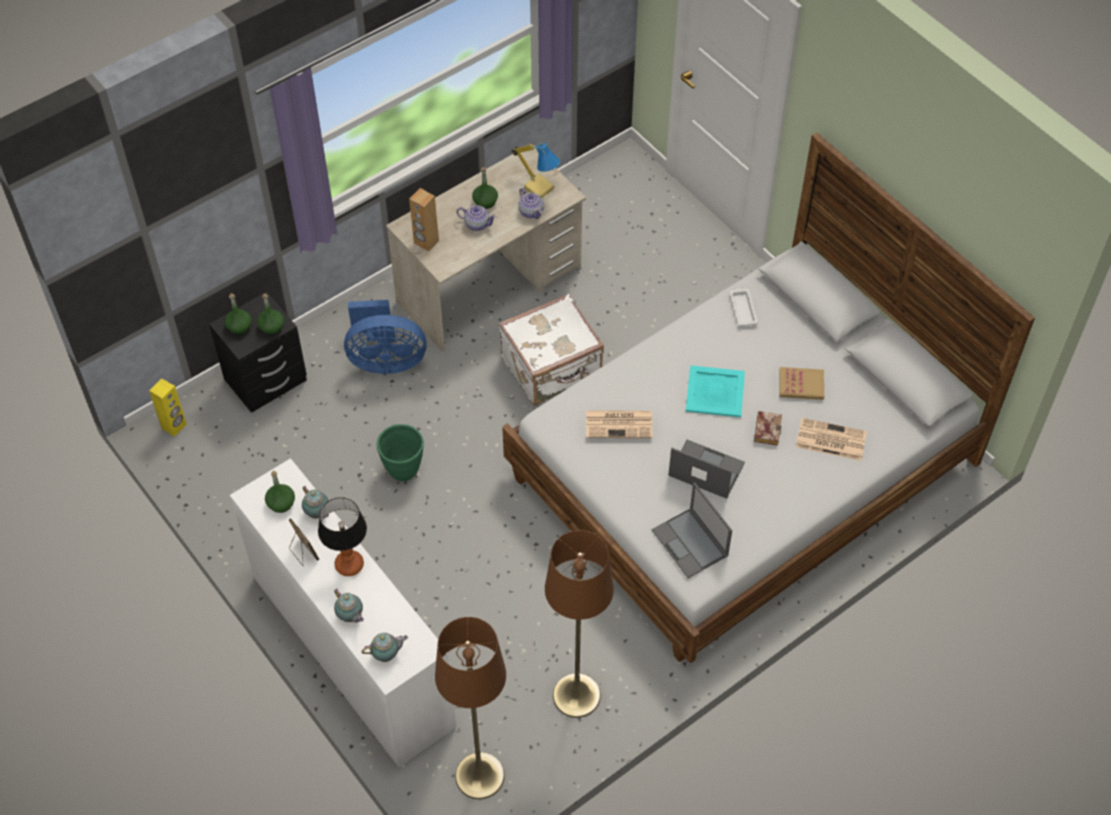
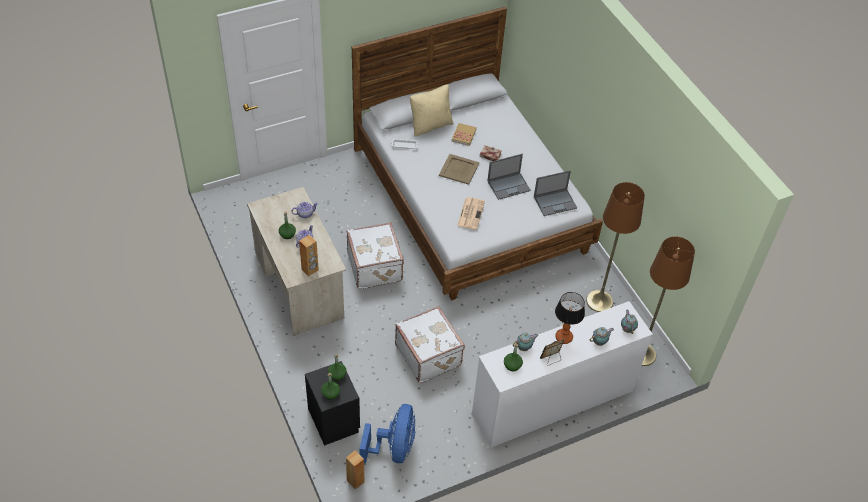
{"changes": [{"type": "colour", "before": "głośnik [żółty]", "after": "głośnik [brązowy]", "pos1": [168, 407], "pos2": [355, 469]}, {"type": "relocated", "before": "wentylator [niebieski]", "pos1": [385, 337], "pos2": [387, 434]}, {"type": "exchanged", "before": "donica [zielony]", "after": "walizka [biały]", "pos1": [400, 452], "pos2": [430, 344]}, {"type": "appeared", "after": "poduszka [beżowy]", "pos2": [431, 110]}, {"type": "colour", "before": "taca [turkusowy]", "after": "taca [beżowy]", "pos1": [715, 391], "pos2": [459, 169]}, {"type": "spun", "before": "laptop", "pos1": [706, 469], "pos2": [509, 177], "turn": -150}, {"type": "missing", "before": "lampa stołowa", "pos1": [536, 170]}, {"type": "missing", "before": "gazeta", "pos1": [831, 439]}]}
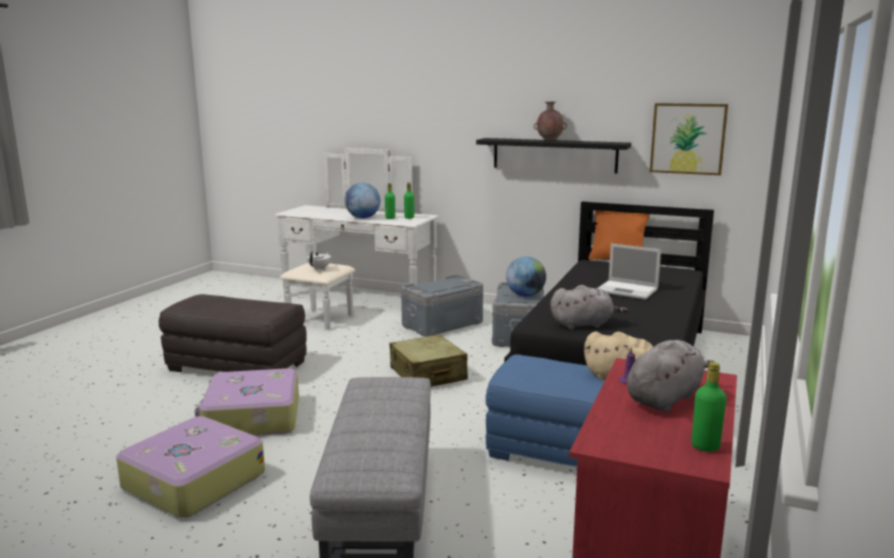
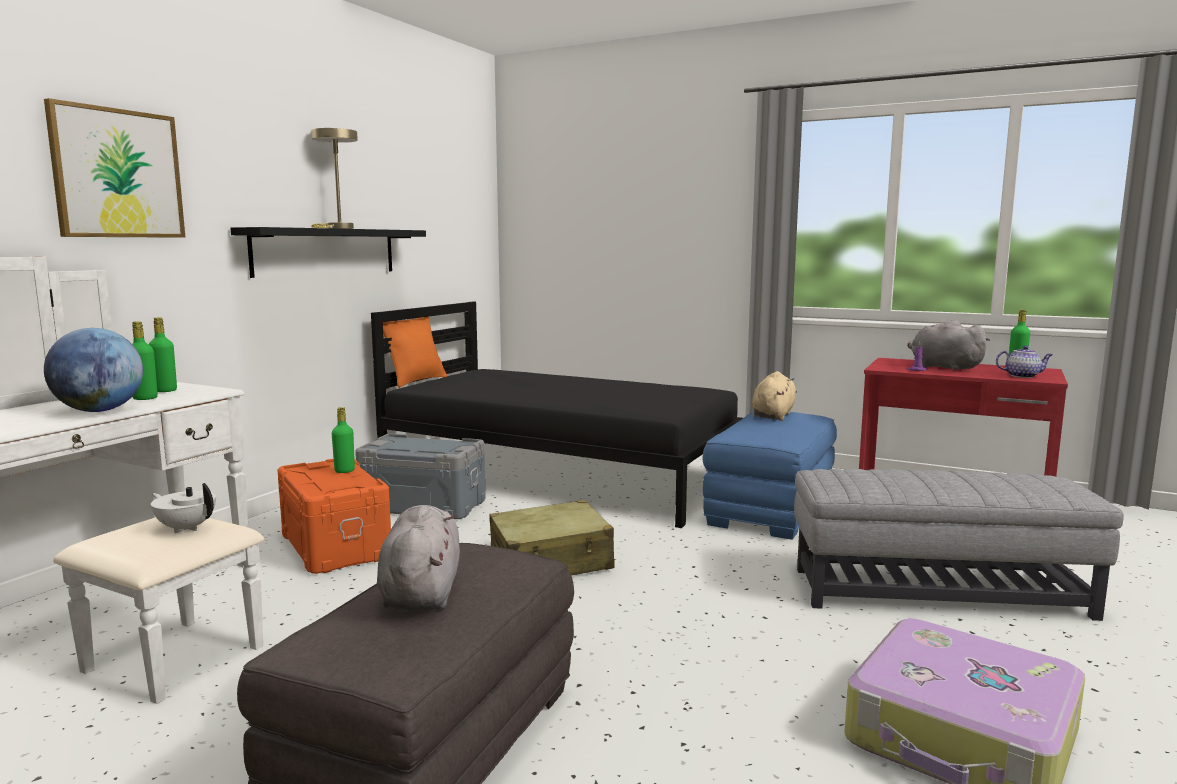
{"changes": [{"type": "relocated", "before": "obraz", "pos1": [689, 139], "pos2": [115, 168]}, {"type": "colour", "before": "pojemnik do przechowywania [szary]", "after": "pojemnik do przechowywania [pomarańczowy]", "pos1": [442, 306], "pos2": [334, 516]}, {"type": "exchanged", "before": "wazon [brązowy]", "after": "lampa stołowa [beżowy]", "pos1": [550, 121], "pos2": [334, 178]}, {"type": "appeared", "after": "butelka [zielony]", "pos2": [343, 440]}, {"type": "relocated", "before": "pluszak [szary]", "pos1": [589, 307], "pos2": [418, 558]}, {"type": "appeared", "after": "imbryk", "pos2": [1024, 362]}, {"type": "missing", "before": "walizka", "pos1": [247, 402]}, {"type": "missing", "before": "globus", "pos1": [526, 276]}, {"type": "missing", "before": "laptop", "pos1": [629, 271]}]}
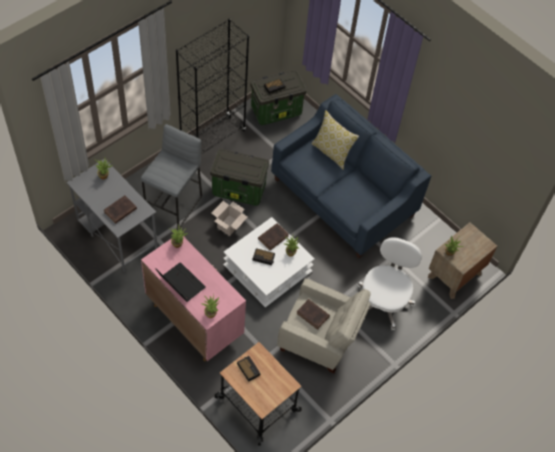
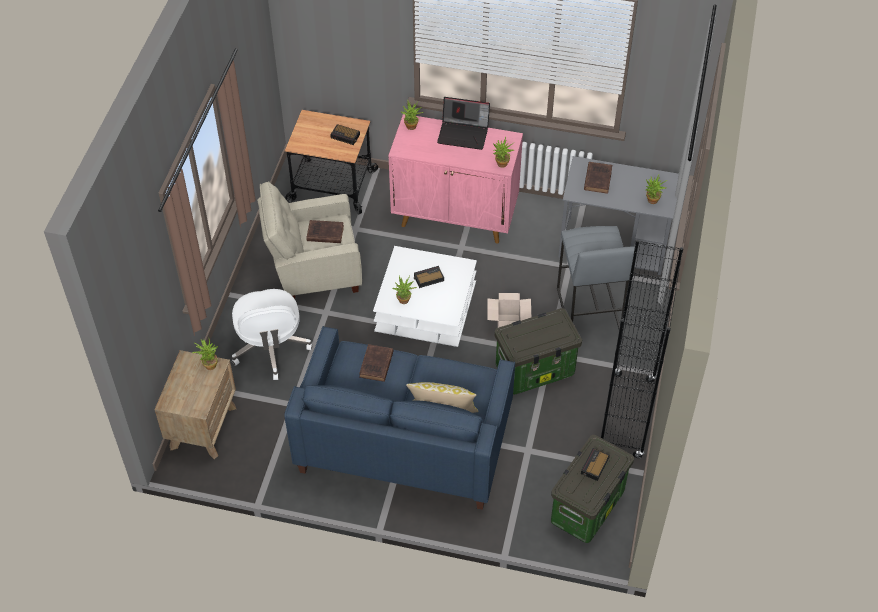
{"changes": [{"type": "relocated", "before": "książka [brązowy]", "pos1": [273, 236], "pos2": [376, 363]}]}
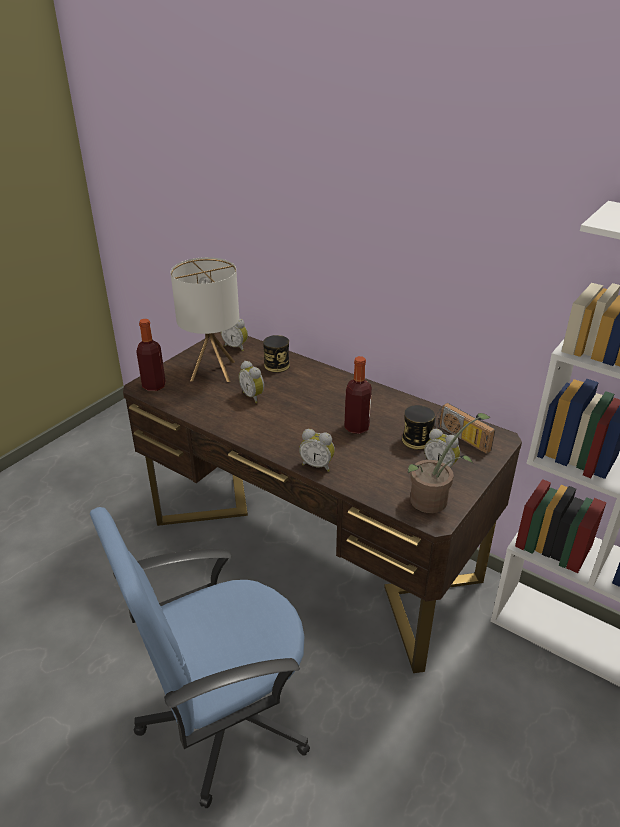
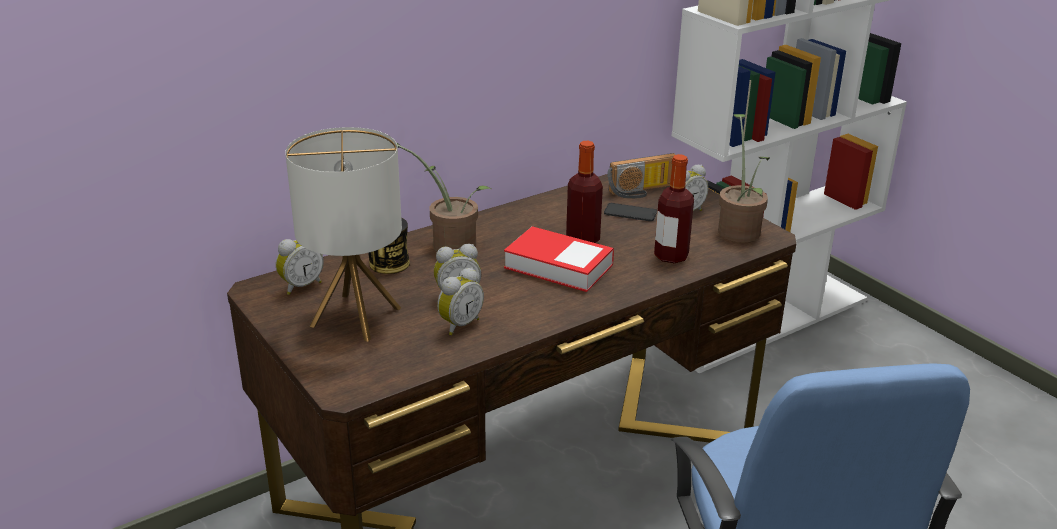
{"changes": [{"type": "appeared", "after": "roślina doniczkowa", "pos2": [444, 197]}, {"type": "relocated", "before": "budzik", "pos1": [317, 450], "pos2": [460, 301]}, {"type": "appeared", "after": "książka", "pos2": [559, 259]}, {"type": "exchanged", "before": "puszka", "after": "telefon", "pos1": [418, 427], "pos2": [630, 212]}, {"type": "relocated", "before": "butelka", "pos1": [151, 355], "pos2": [674, 208]}]}
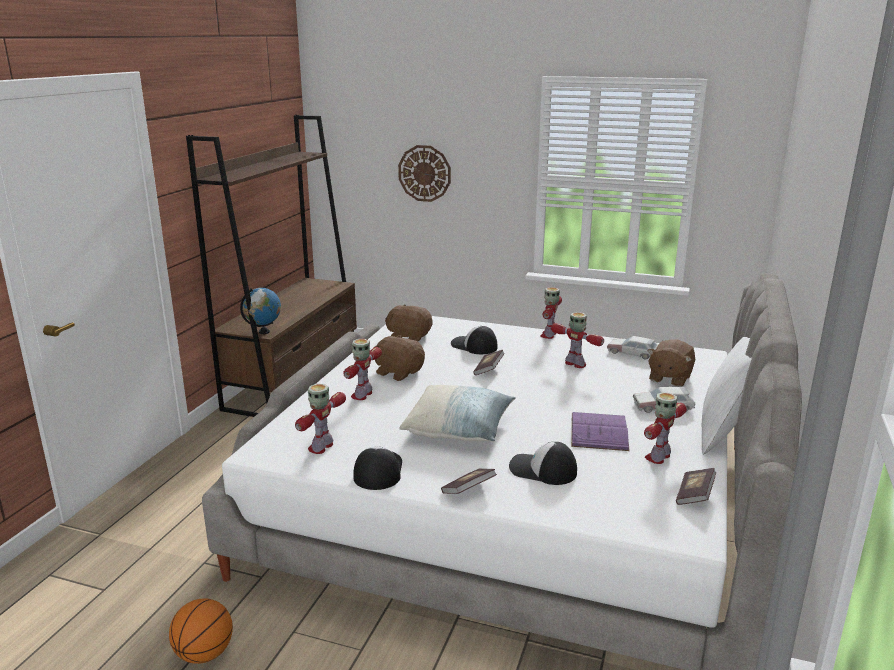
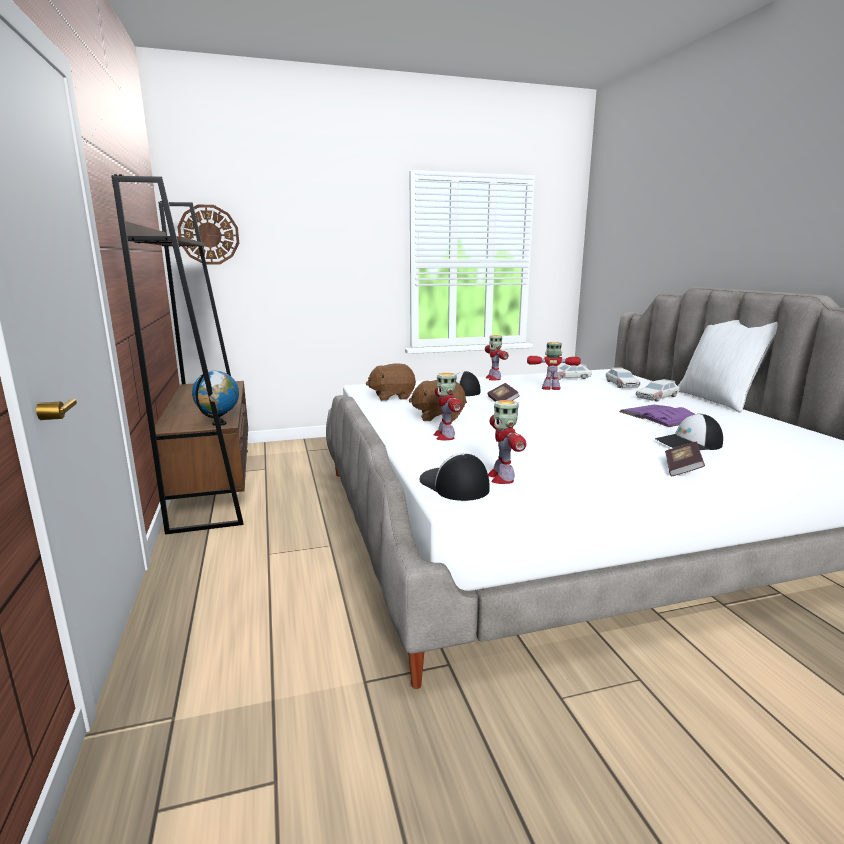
{"changes": [{"type": "relocated", "before": "zegar ścienny", "pos1": [424, 173], "pos2": [208, 234]}, {"type": "relocated", "before": "czapka z daszkiem", "pos1": [377, 468], "pos2": [454, 477]}, {"type": "exchanged", "before": "pluszak [brązowy]", "after": "samochodzik", "pos1": [671, 363], "pos2": [623, 377]}, {"type": "missing", "before": "piłka do koszykówki", "pos1": [201, 631]}, {"type": "missing", "before": "poduszka", "pos1": [458, 413]}, {"type": "missing", "before": "robot zabawkowy", "pos1": [665, 428]}, {"type": "missing", "before": "książka", "pos1": [696, 486]}]}
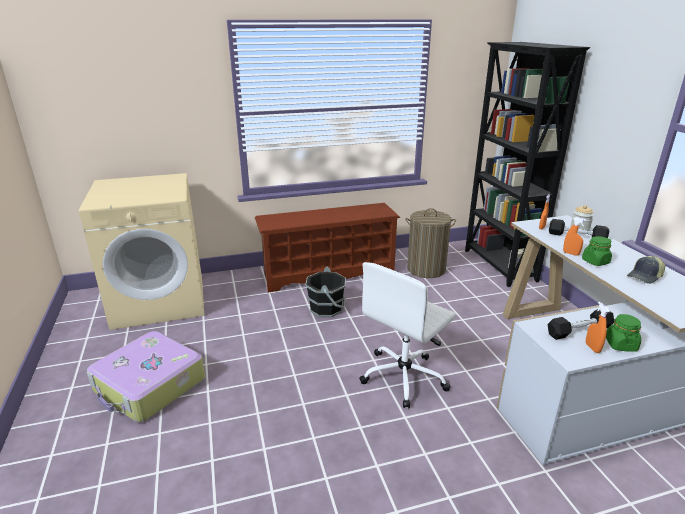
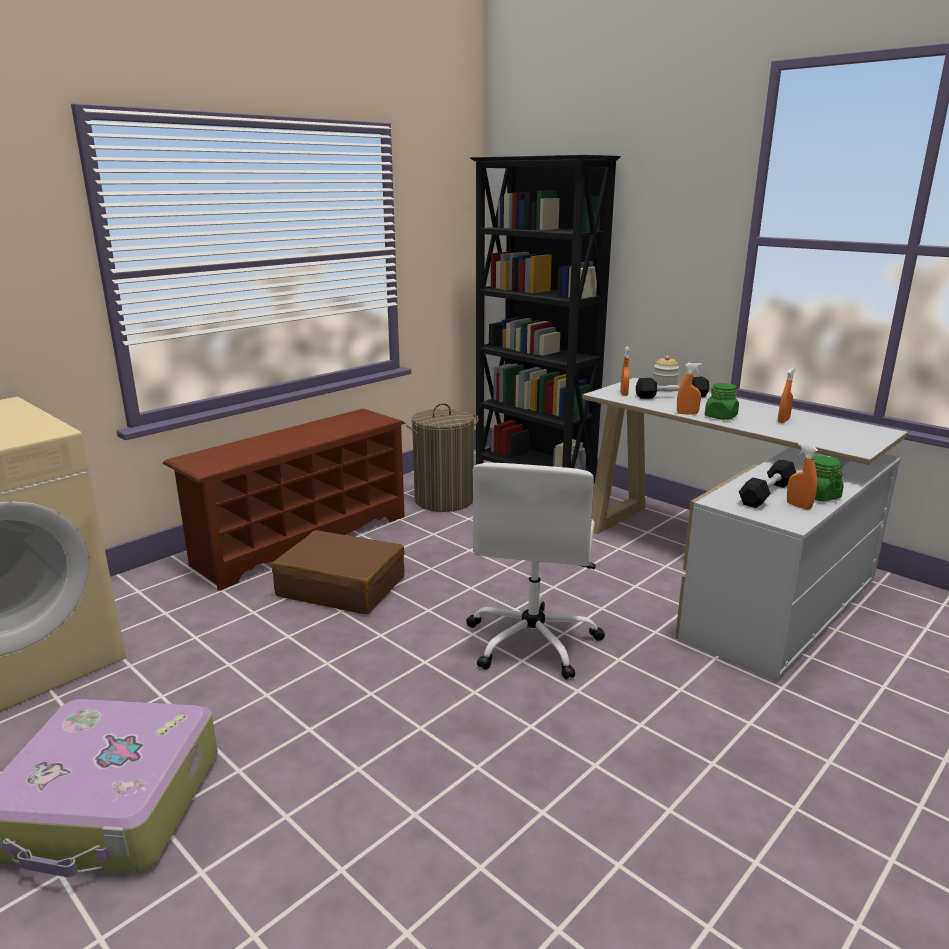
{"changes": [{"type": "exchanged", "before": "wiadro [czarny]", "after": "walizka [brązowy]", "pos1": [325, 292], "pos2": [338, 572]}, {"type": "exchanged", "before": "czapka z daszkiem", "after": "spryskiwacz [pomarańczowy]", "pos1": [646, 270], "pos2": [787, 395]}]}
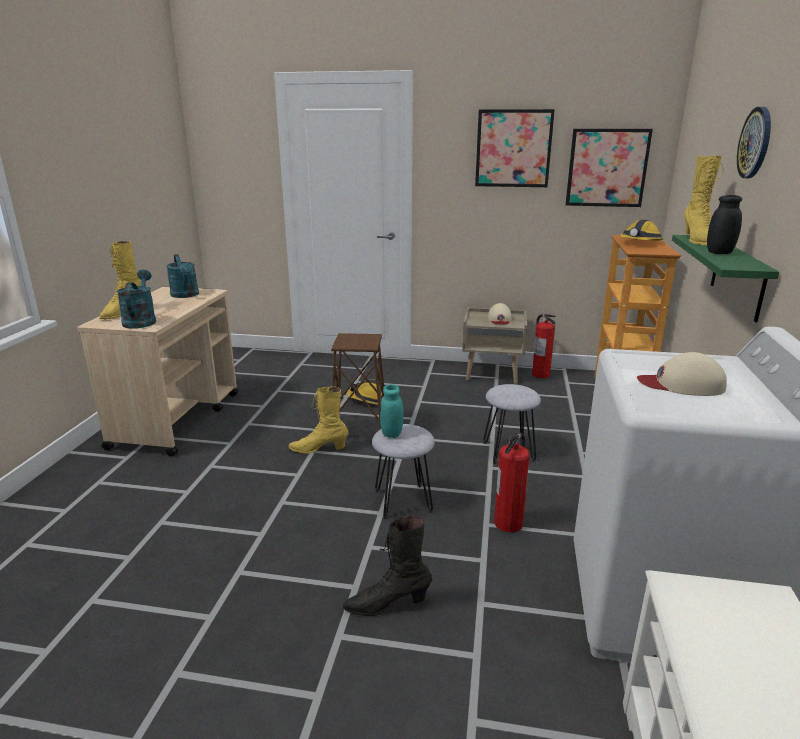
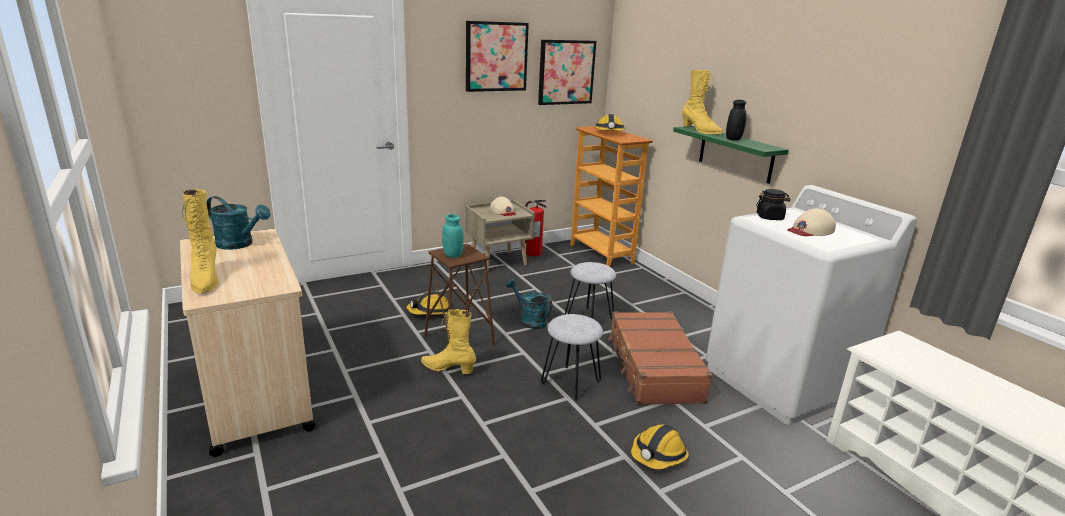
{"changes": [{"type": "spun", "before": "but z cholewką [żółty]", "pos1": [318, 420], "pos2": [448, 341], "turn": 60}, {"type": "relocated", "before": "słoik [turkusowy]", "pos1": [392, 411], "pos2": [453, 236]}, {"type": "relocated", "before": "konewka [turkusowy]", "pos1": [136, 299], "pos2": [529, 304]}, {"type": "exchanged", "before": "gaśnica", "after": "walizka [brązowy]", "pos1": [512, 483], "pos2": [660, 358]}, {"type": "exchanged", "before": "but z cholewką [czarny]", "after": "kask", "pos1": [387, 566], "pos2": [660, 446]}, {"type": "appeared", "after": "słoik [czarny]", "pos2": [773, 204]}, {"type": "missing", "before": "zegar ścienny", "pos1": [754, 142]}]}
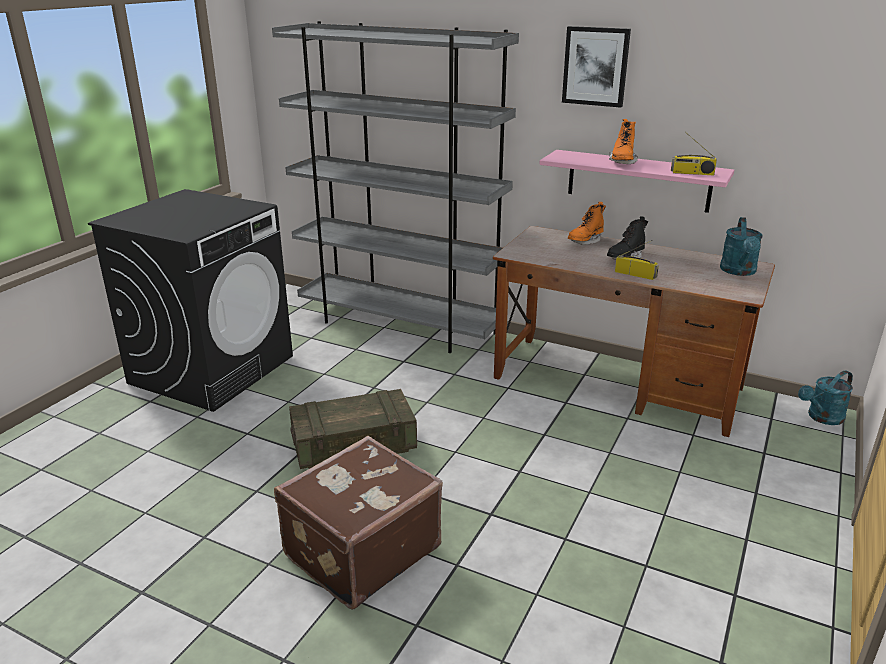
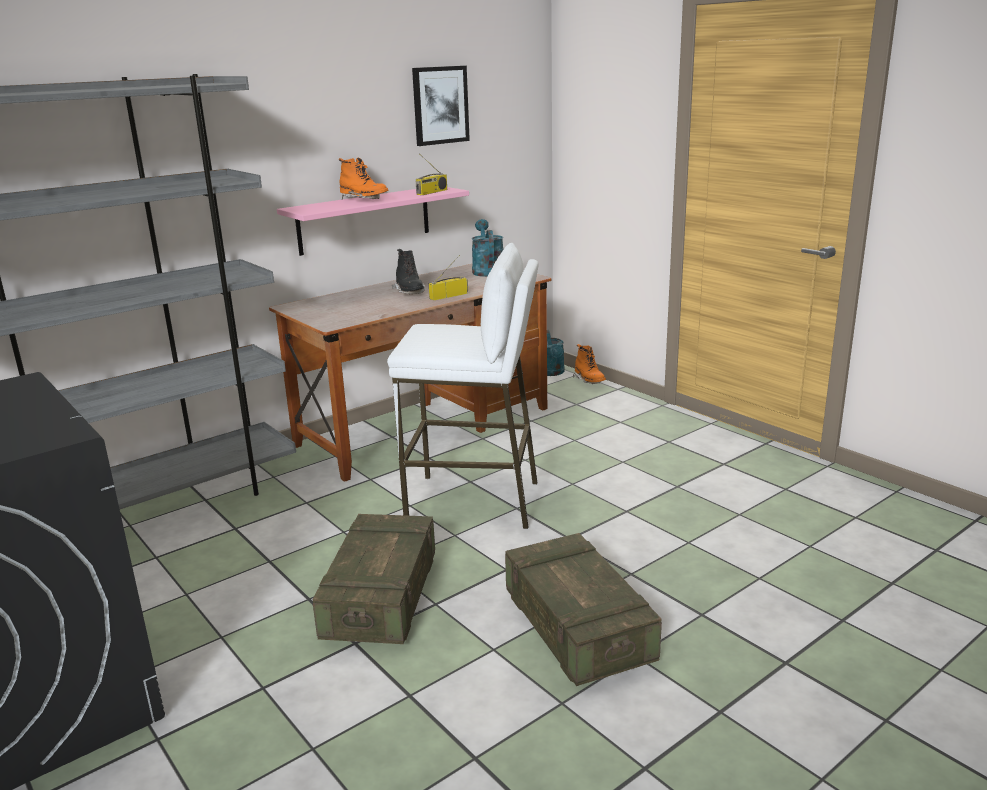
{"changes": [{"type": "appeared", "after": "stołek [biały]", "pos2": [463, 386]}, {"type": "relocated", "before": "obraz", "pos1": [596, 67], "pos2": [441, 106]}, {"type": "spun", "before": "konewka [turkusowy]", "pos1": [741, 246], "pos2": [487, 248], "turn": -135}, {"type": "exchanged", "before": "walizka [brązowy]", "after": "skrzynka", "pos1": [358, 523], "pos2": [583, 609]}, {"type": "relocated", "before": "but z cholewką [pomarańczowy]", "pos1": [587, 223], "pos2": [589, 364]}]}
